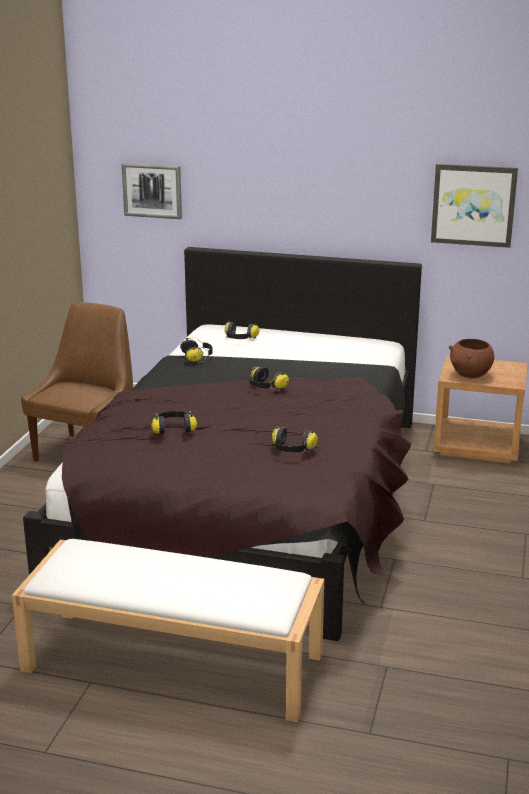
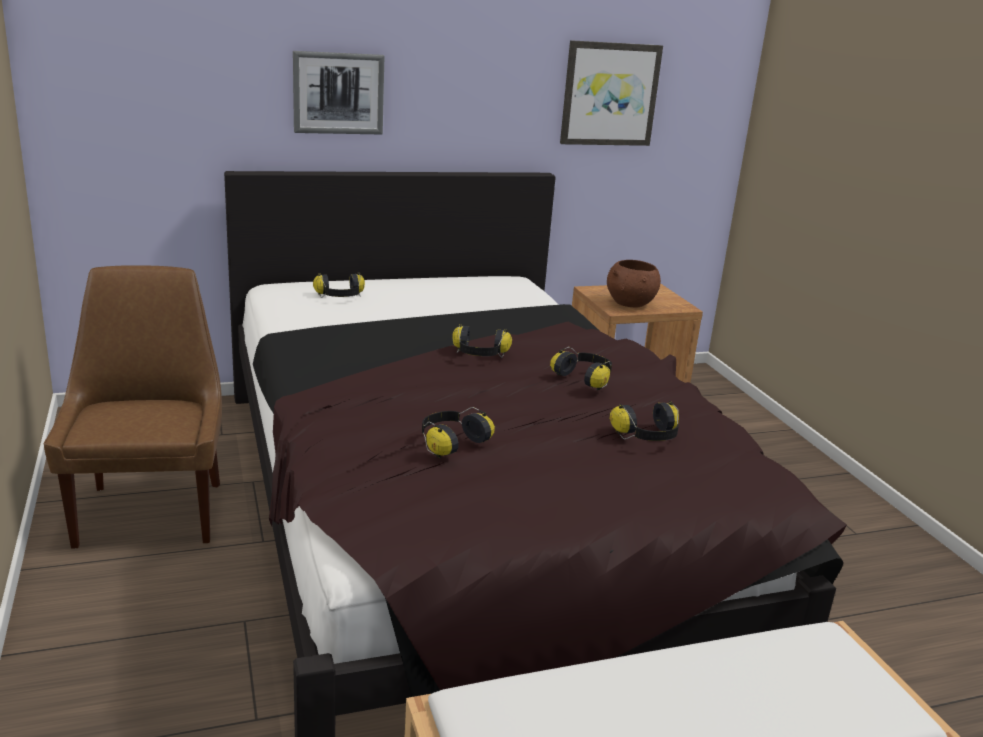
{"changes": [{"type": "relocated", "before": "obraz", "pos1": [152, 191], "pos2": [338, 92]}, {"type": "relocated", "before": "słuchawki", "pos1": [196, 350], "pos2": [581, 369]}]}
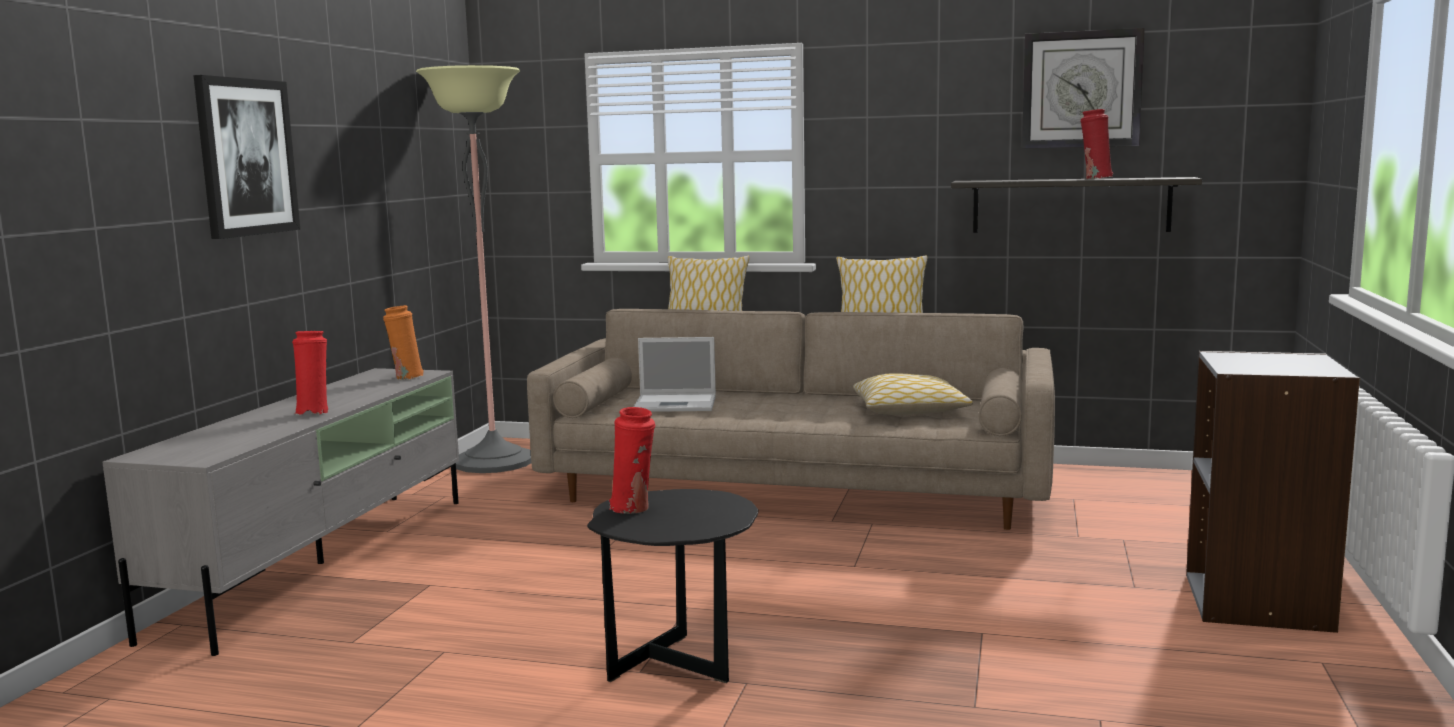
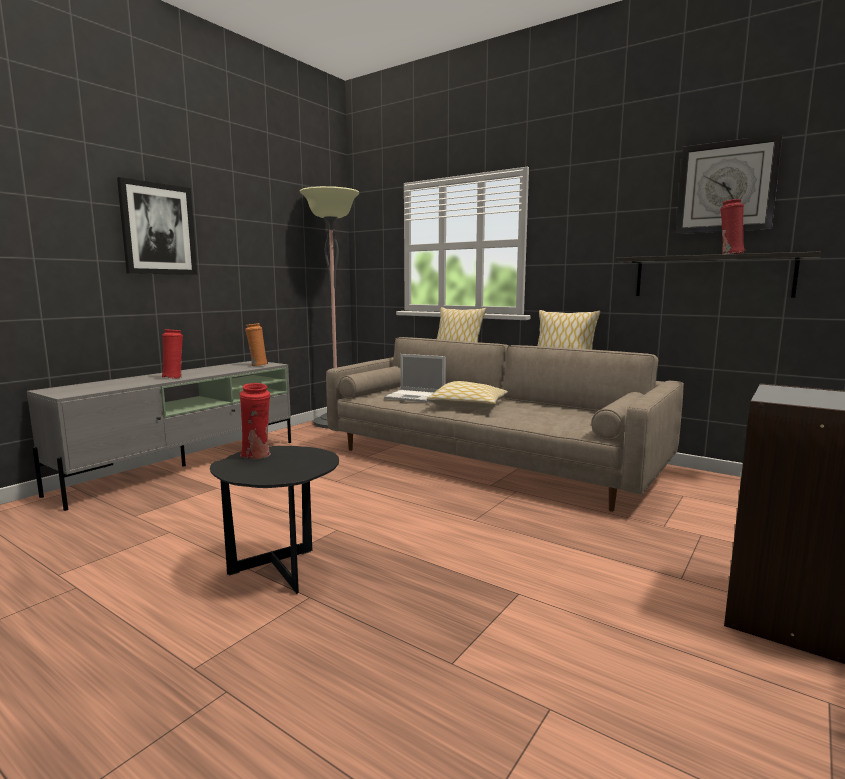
{"changes": [{"type": "relocated", "before": "poduszka", "pos1": [913, 394], "pos2": [467, 395]}]}
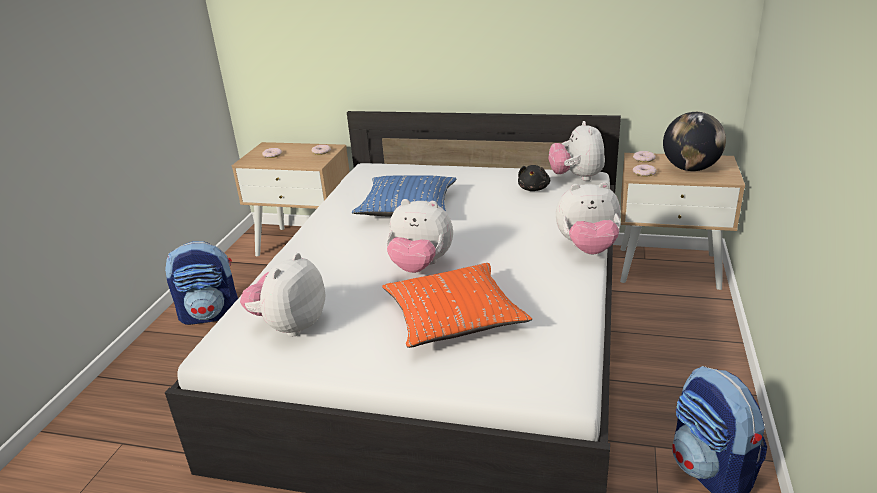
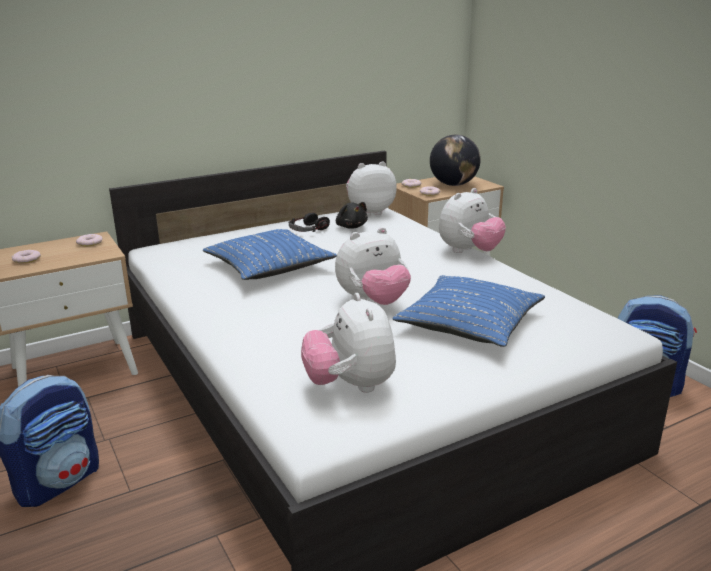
{"changes": [{"type": "appeared", "after": "słuchawki", "pos2": [309, 222]}, {"type": "spun", "before": "pluszak", "pos1": [576, 151], "pos2": [371, 188], "turn": 120}, {"type": "colour", "before": "poduszka [pomarańczowy]", "after": "poduszka [niebieski]", "pos1": [457, 305], "pos2": [468, 311]}]}
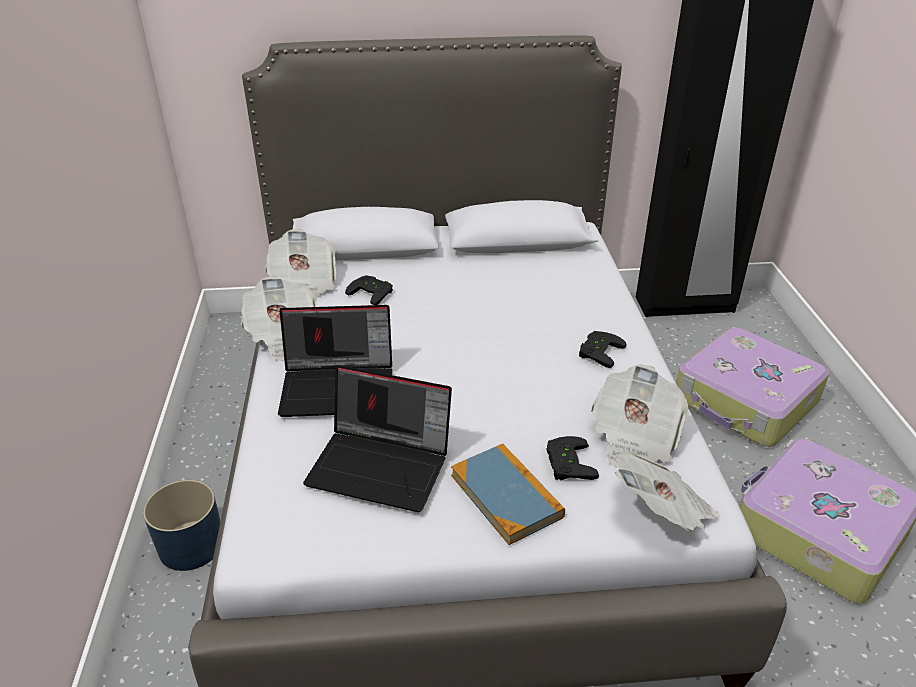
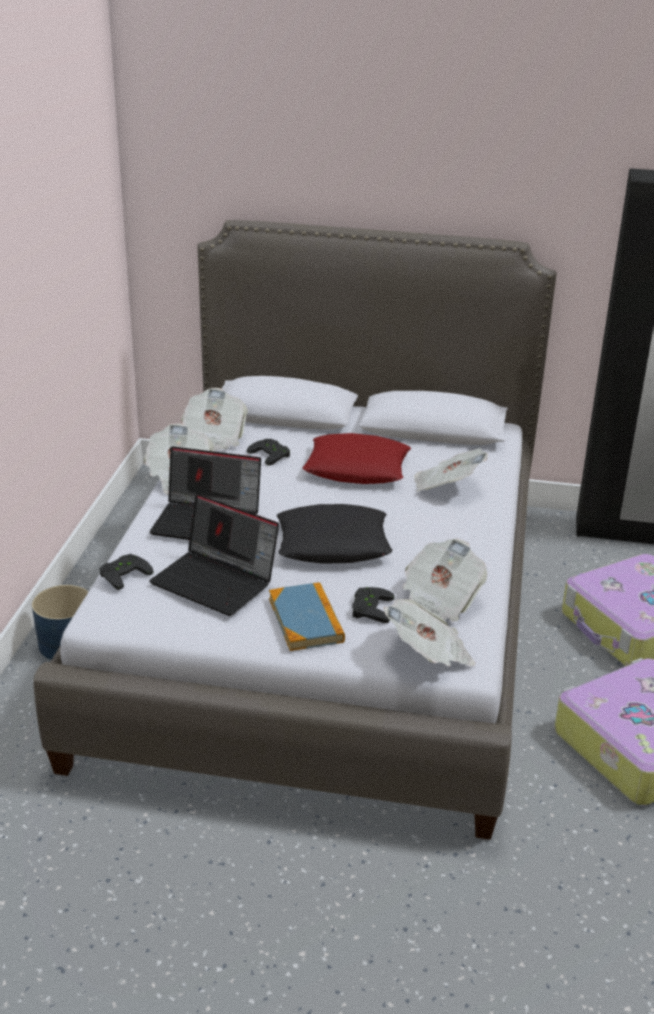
{"changes": [{"type": "relocated", "before": "pad do gier [czarny]", "pos1": [603, 349], "pos2": [126, 572]}, {"type": "appeared", "after": "poduszka [czarny]", "pos2": [335, 534]}, {"type": "appeared", "after": "poduszka [czerwony]", "pos2": [356, 458]}, {"type": "appeared", "after": "gazeta", "pos2": [451, 470]}]}
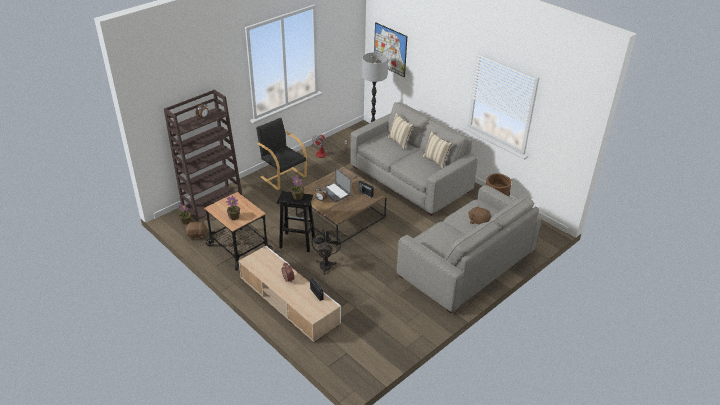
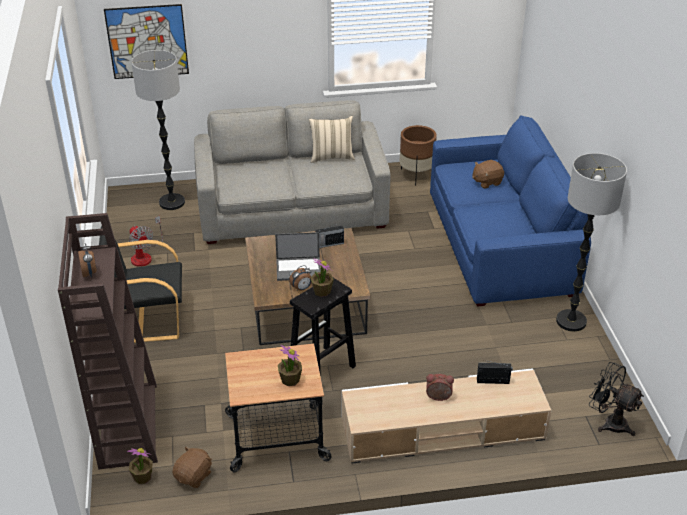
{"changes": [{"type": "colour", "before": "kanapa [szary]", "after": "kanapa [niebieski]", "pos1": [469, 249], "pos2": [510, 211]}, {"type": "appeared", "after": "lampa stojąca", "pos2": [591, 242]}, {"type": "relocated", "before": "wentylator [czarny]", "pos1": [326, 252], "pos2": [616, 399]}, {"type": "missing", "before": "poduszka [beżowy]", "pos1": [401, 131]}]}
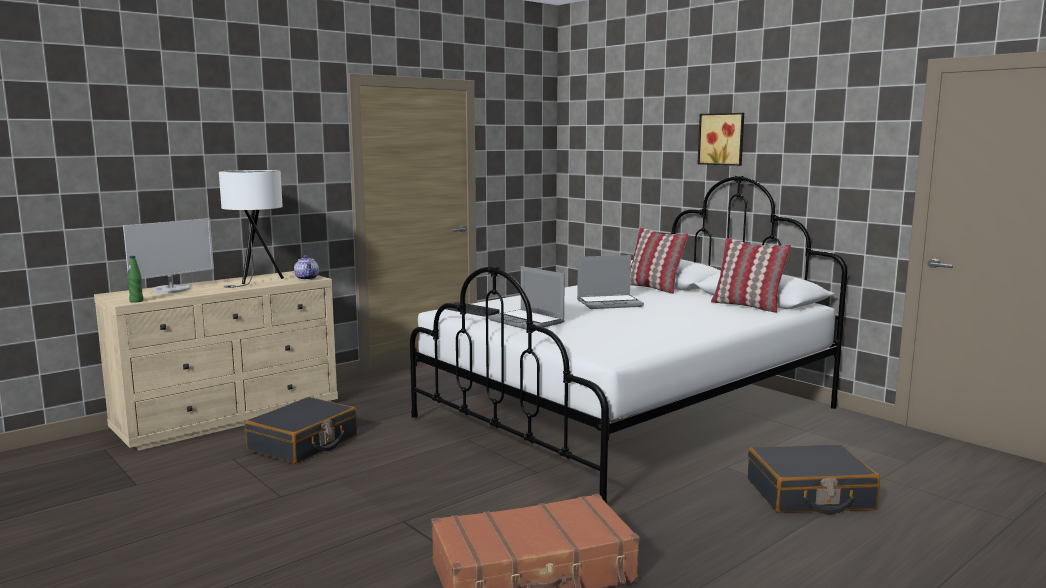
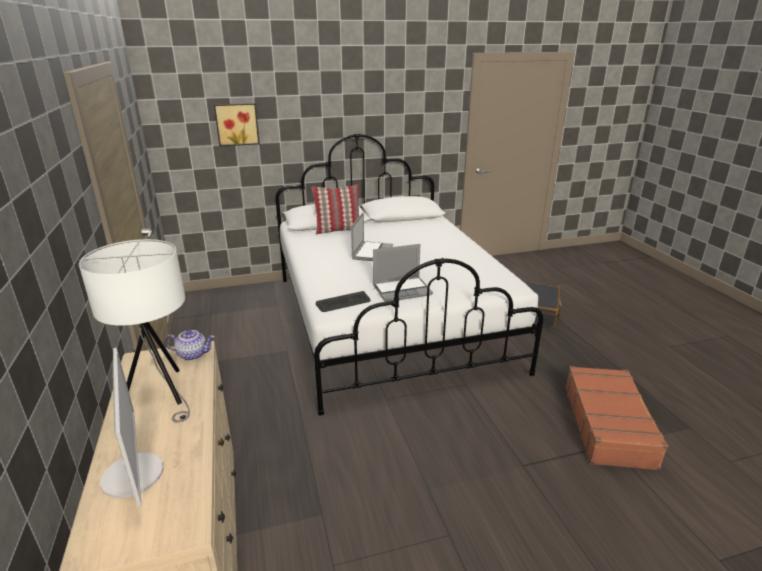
{"changes": [{"type": "relocated", "before": "obraz", "pos1": [721, 139], "pos2": [237, 124]}, {"type": "missing", "before": "butelka [zielony]", "pos1": [135, 279]}, {"type": "missing", "before": "walizka [czarny]", "pos1": [301, 430]}, {"type": "missing", "before": "poduszka", "pos1": [751, 275]}]}
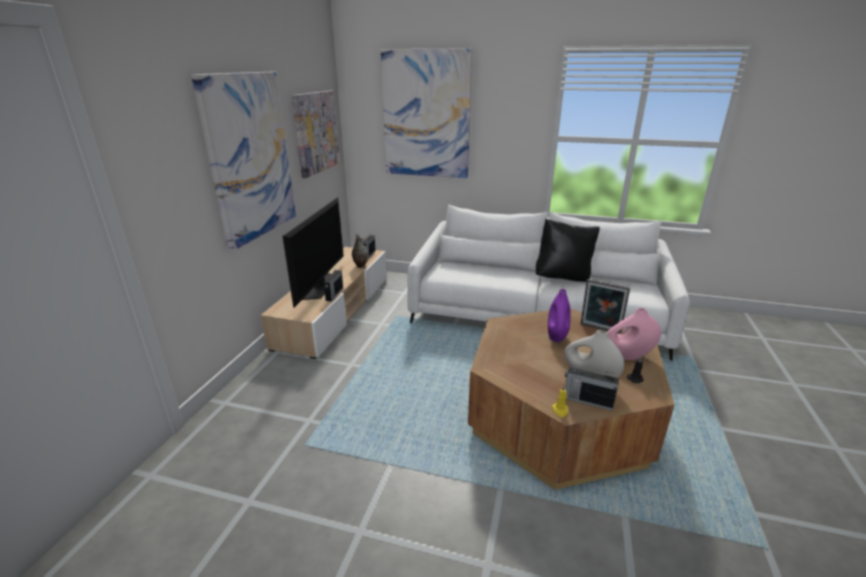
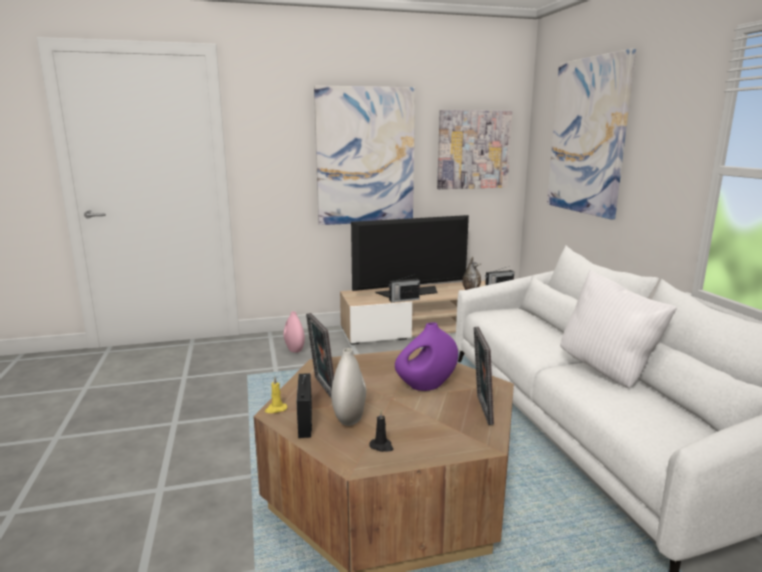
{"changes": [{"type": "relocated", "before": "wazon [różowy]", "pos1": [634, 334], "pos2": [294, 332]}, {"type": "appeared", "after": "ramka na zdjęcie", "pos2": [320, 355]}, {"type": "colour", "before": "poduszka [czarny]", "after": "poduszka [biały]", "pos1": [568, 250], "pos2": [618, 329]}]}
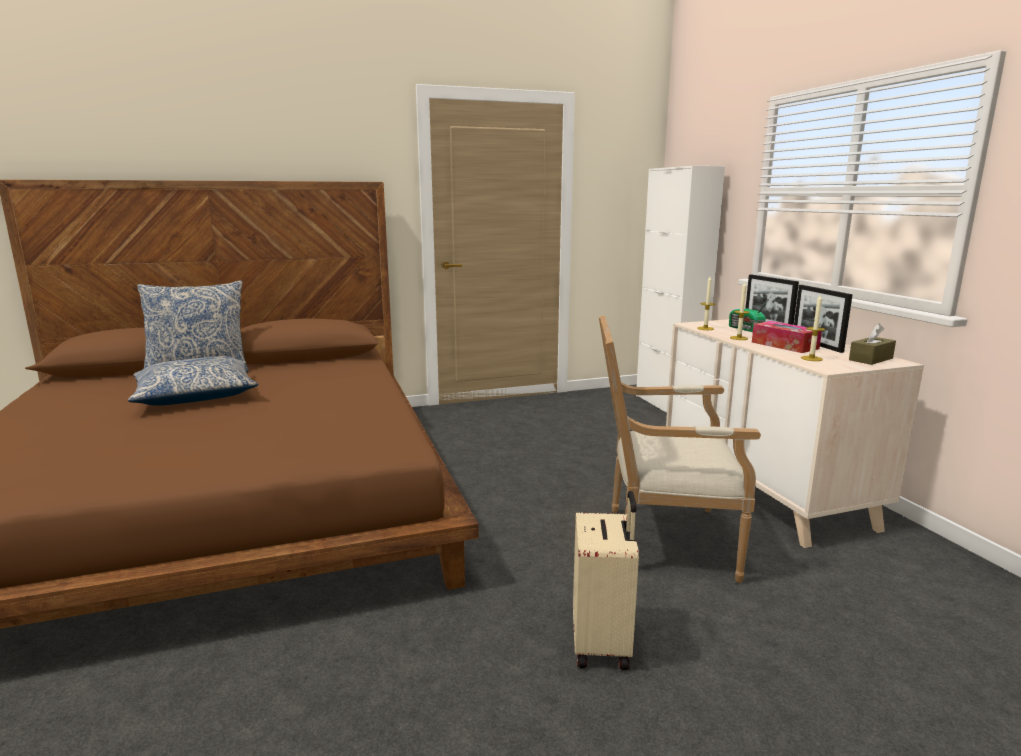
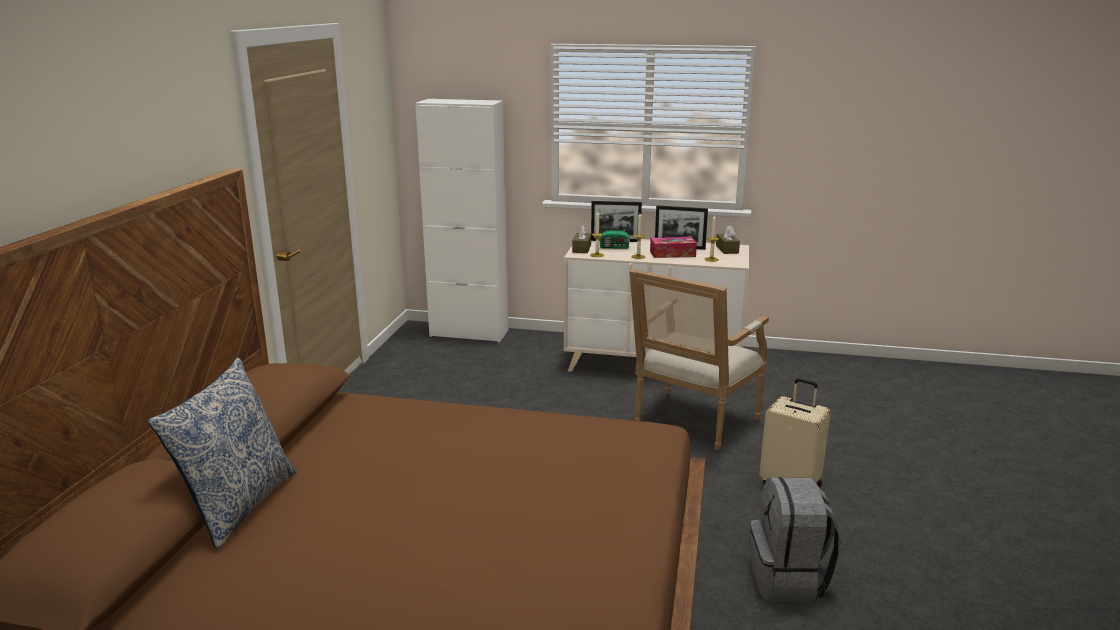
{"changes": [{"type": "appeared", "after": "pudełko chusteczek [brązowy]", "pos2": [581, 239]}, {"type": "appeared", "after": "plecak [szary]", "pos2": [796, 539]}, {"type": "missing", "before": "poduszka", "pos1": [193, 381]}]}
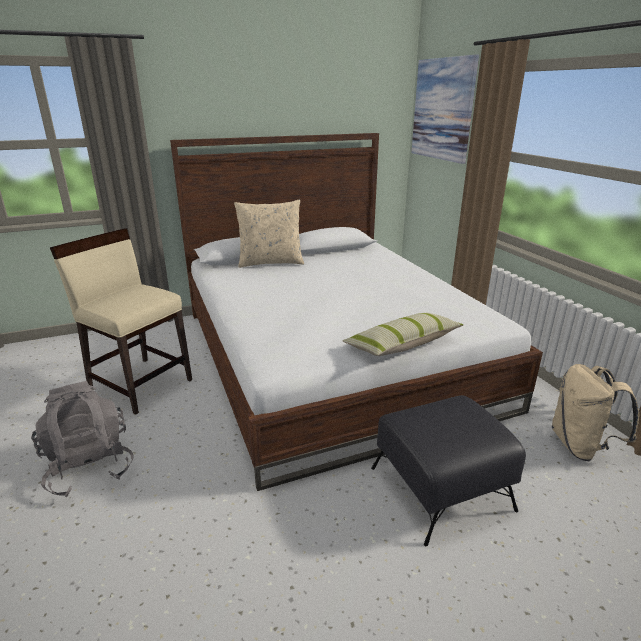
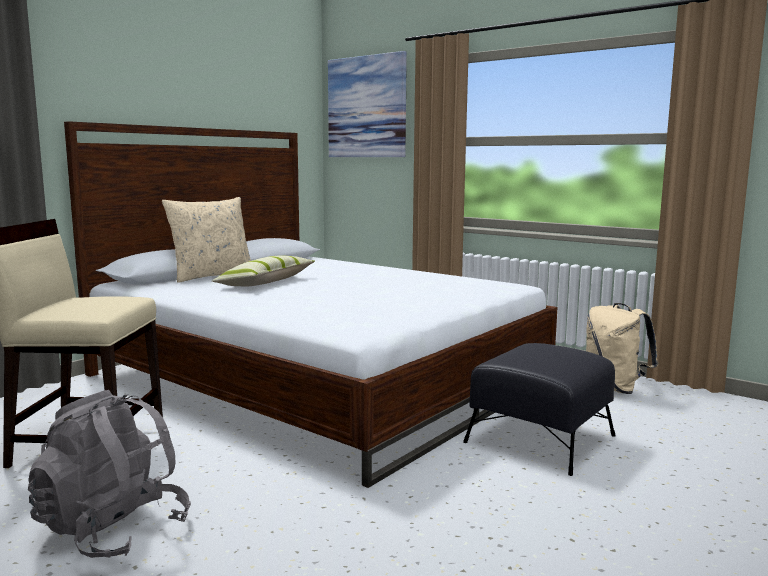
{"changes": [{"type": "relocated", "before": "poduszka", "pos1": [403, 334], "pos2": [263, 271]}]}
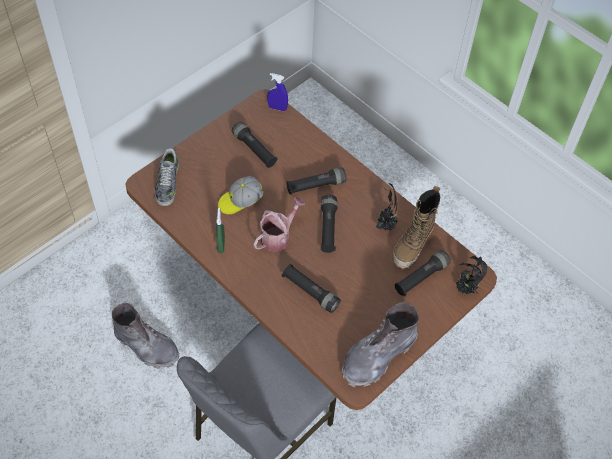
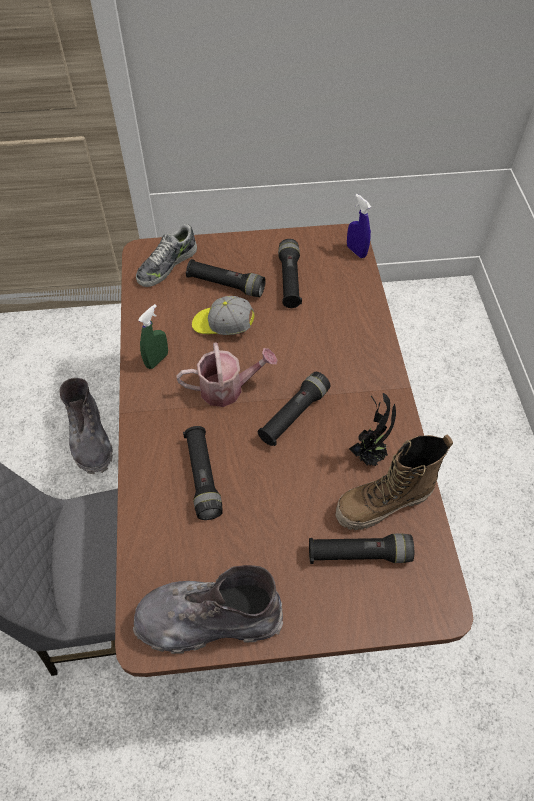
{"changes": [{"type": "relocated", "before": "latarka [czarny]", "pos1": [316, 181], "pos2": [226, 278]}, {"type": "missing", "before": "roślina doniczkowa", "pos1": [472, 275]}]}
